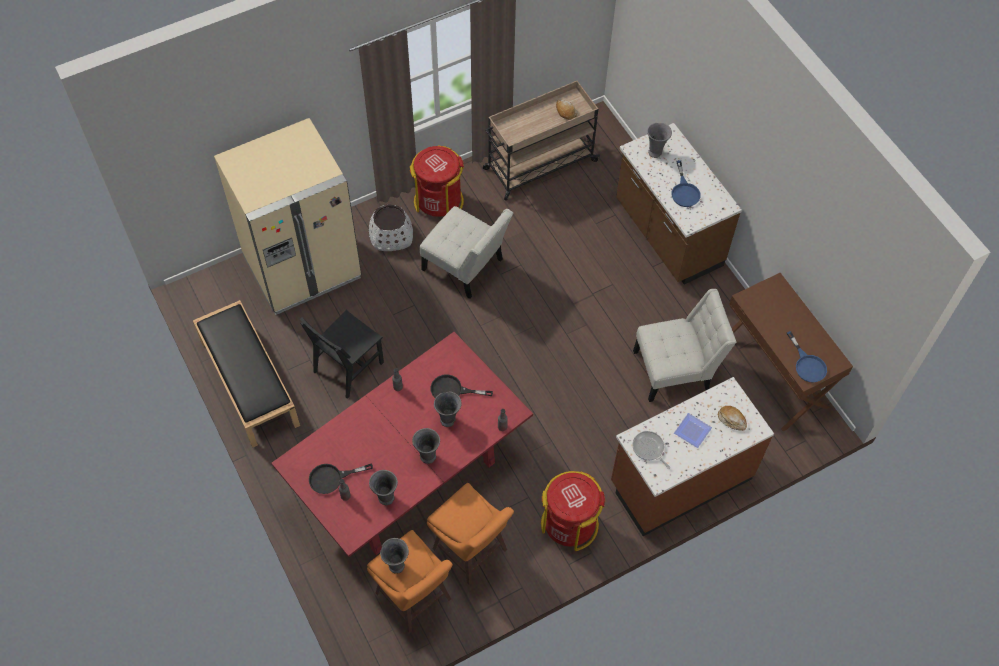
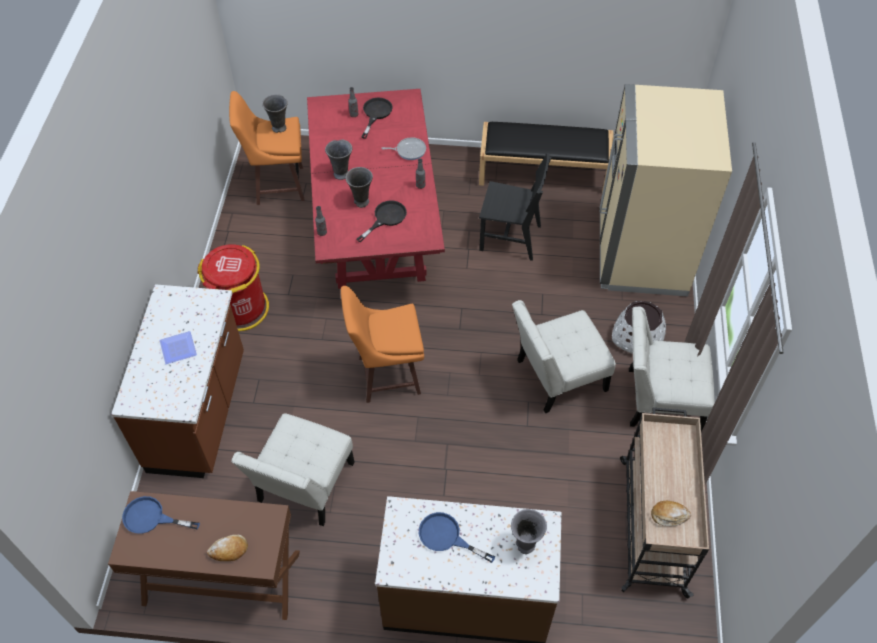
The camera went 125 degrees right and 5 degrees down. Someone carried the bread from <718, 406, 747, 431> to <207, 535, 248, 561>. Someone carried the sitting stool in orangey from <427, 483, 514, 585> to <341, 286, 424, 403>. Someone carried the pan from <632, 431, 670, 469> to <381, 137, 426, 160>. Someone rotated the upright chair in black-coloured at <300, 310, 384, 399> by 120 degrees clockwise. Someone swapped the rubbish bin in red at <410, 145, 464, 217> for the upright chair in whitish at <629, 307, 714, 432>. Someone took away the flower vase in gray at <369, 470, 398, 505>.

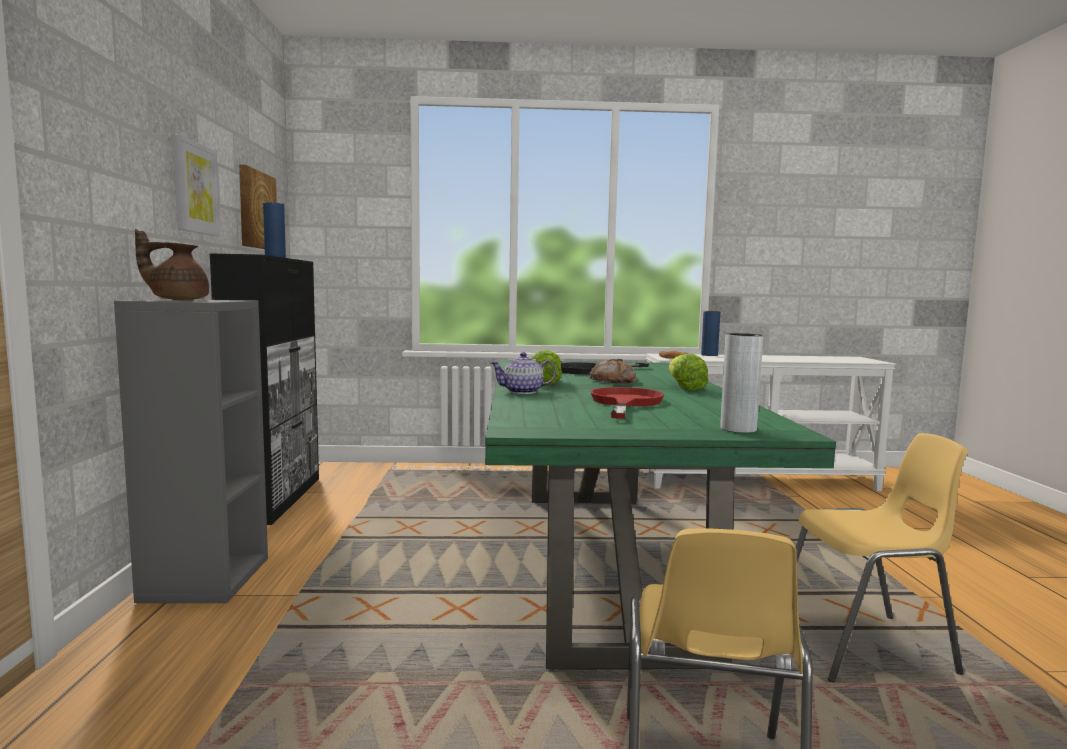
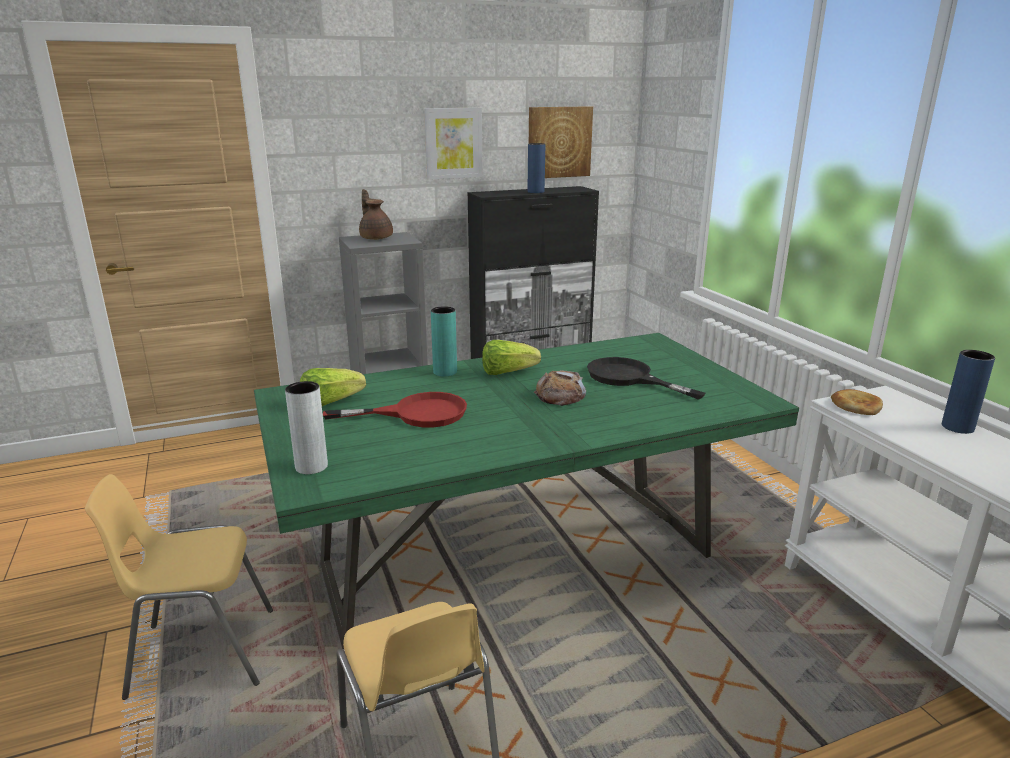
The camera went 70 degrees right and 15 degrees up. Someone carried the lettuce from <669, 354, 708, 390> to <300, 368, 366, 406>. Someone swapped the tea pot at <490, 352, 556, 394> for the flower vase in blue-green at <431, 306, 457, 376>.

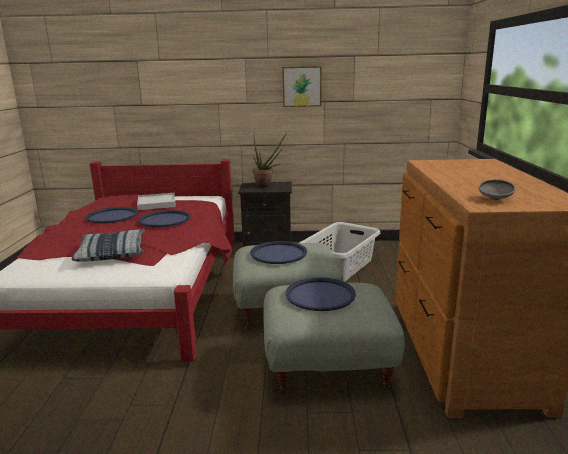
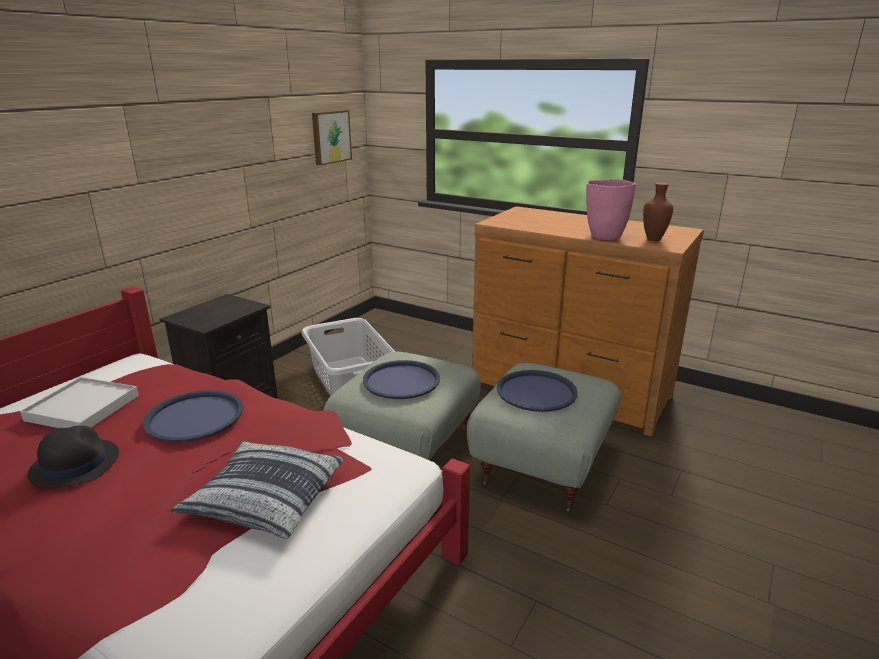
The camera went 60 degrees left and 5 degrees up. Someone swapped the serving tray in blue at <86, 207, 138, 223> for the clothing hat in black-coloured at <27, 426, 119, 488>. Someone carried the picture from <282, 66, 322, 107> to <312, 110, 352, 165>. Someone put down the flower vase in pinkish at <586, 179, 636, 240>. Someone swapped the deep dish in gray at <479, 179, 516, 200> for the flower vase in brown at <643, 183, 673, 241>. Someone took away the houseplant at <252, 134, 286, 188>.

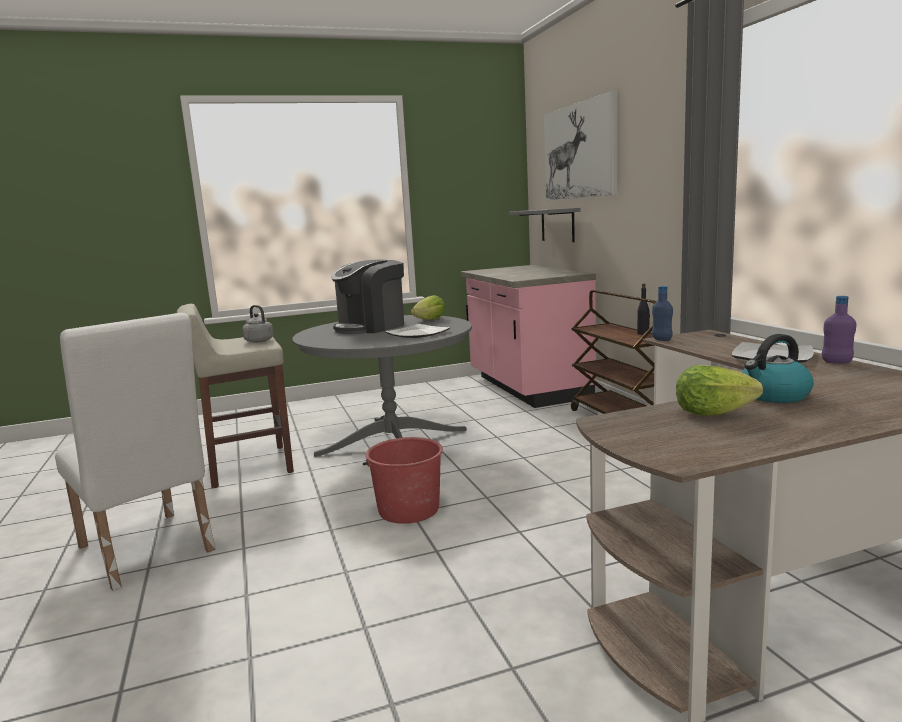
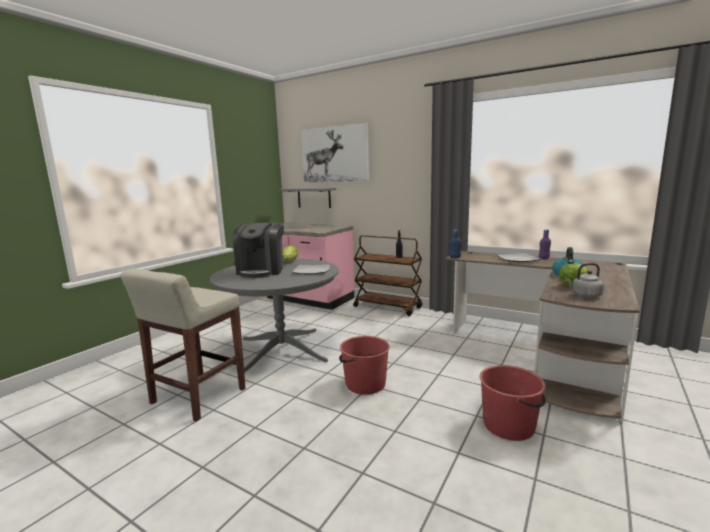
The camera went 40 degrees left and 0 degrees up. Someone put down the bucket in red at <480, 365, 546, 441>. Someone carried the kettle in gray from <242, 305, 274, 343> to <565, 263, 604, 298>. Someone took away the upright chair in whitish at <55, 313, 216, 591>.

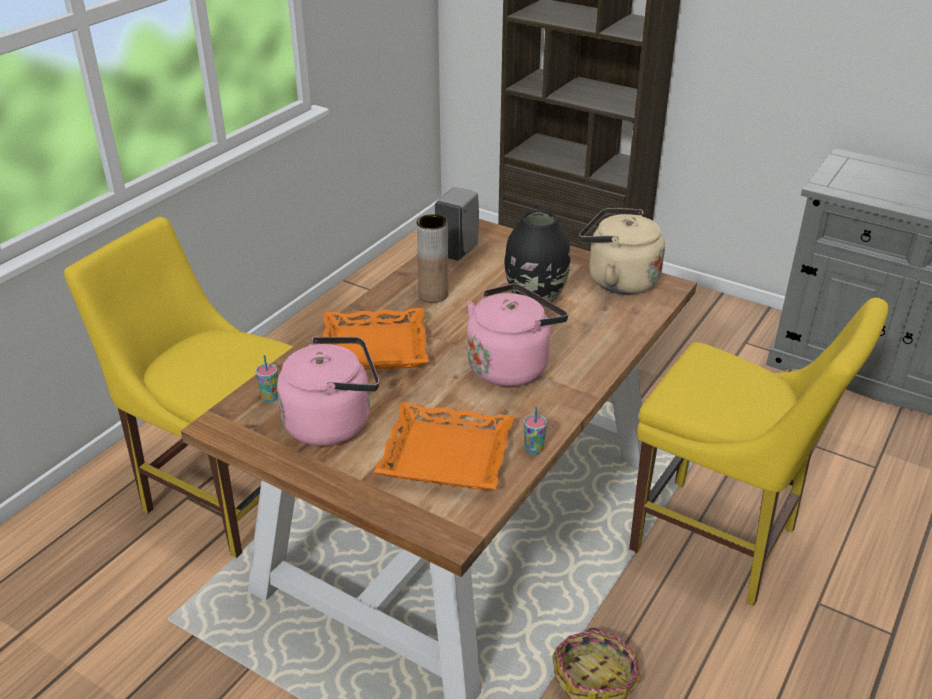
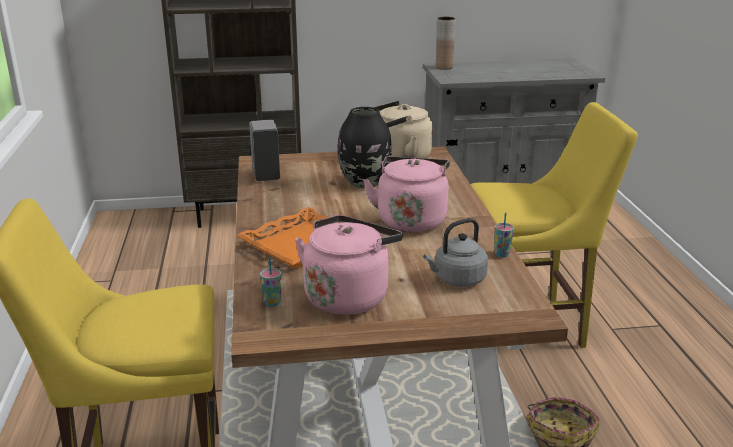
The camera went 40 degrees left and 10 degrees down. Someone swapped the serving tray in orangey at <374, 402, 514, 490> for the kettle in gray at <423, 218, 488, 287>. Someone carried the flower vase in brown from <416, 214, 448, 303> to <436, 17, 455, 70>.

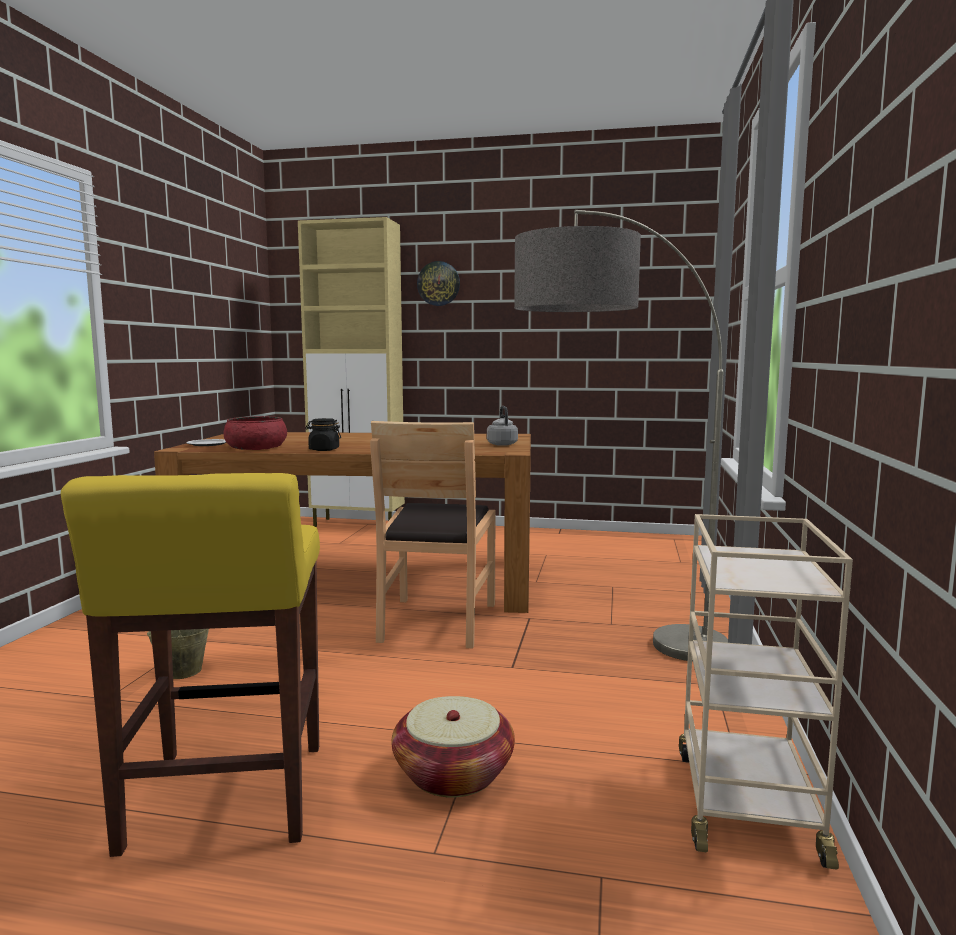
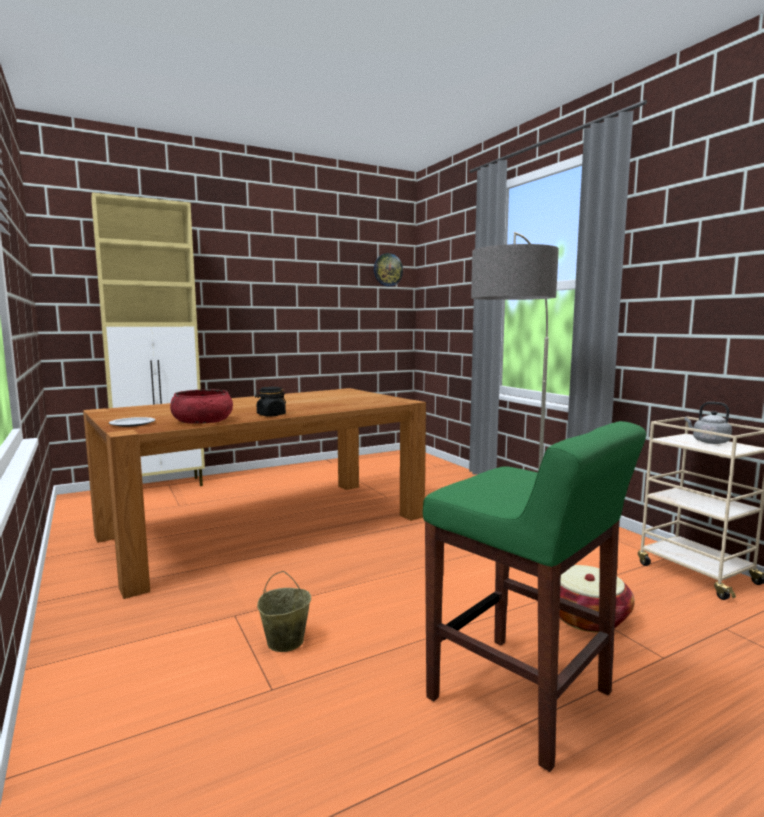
The camera went 40 degrees left and 0 degrees up. Someone carried the clock on the wall from <417, 261, 460, 306> to <374, 253, 403, 287>. Someone repainted the sitting stool in yellowish at <61, 473, 320, 857>, which became the sitting stool in green-coloured at <423, 421, 646, 772>. Someone carried the kettle in gray from <487, 406, 518, 446> to <685, 402, 732, 444>. Someone took away the upright chair in brown at <370, 421, 495, 649>.

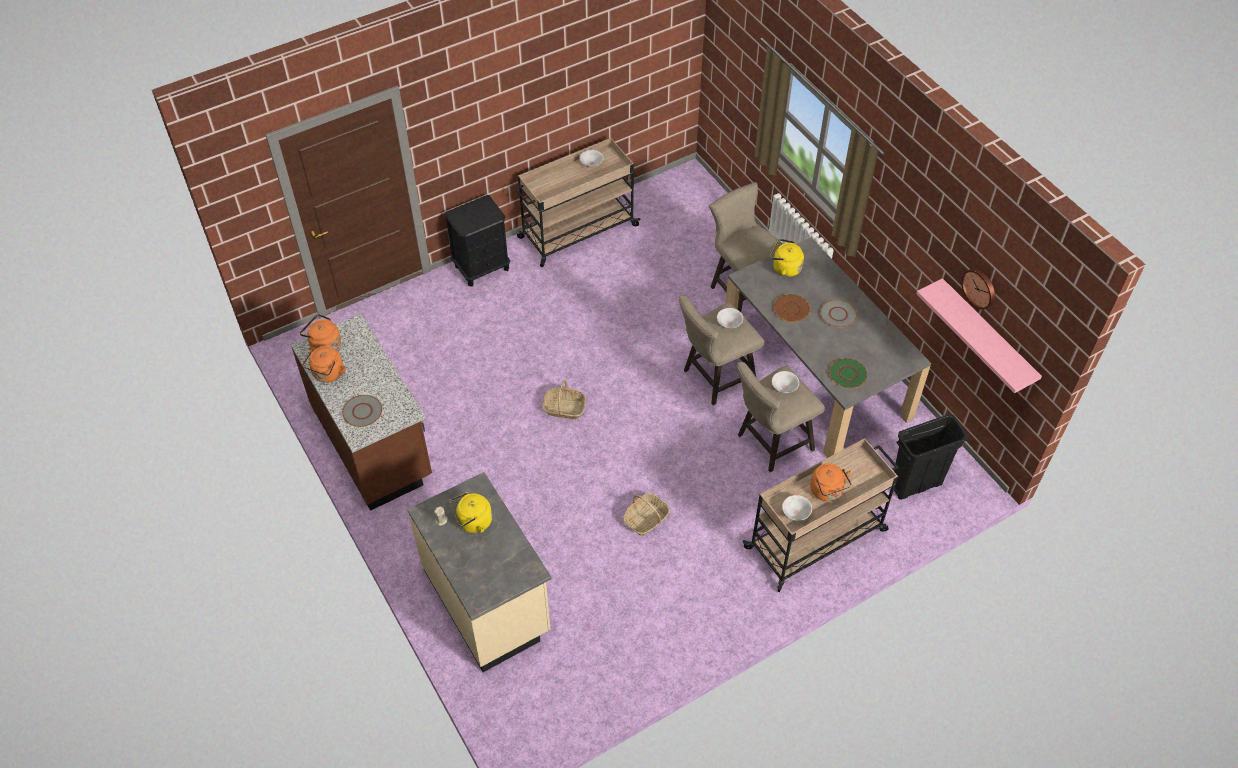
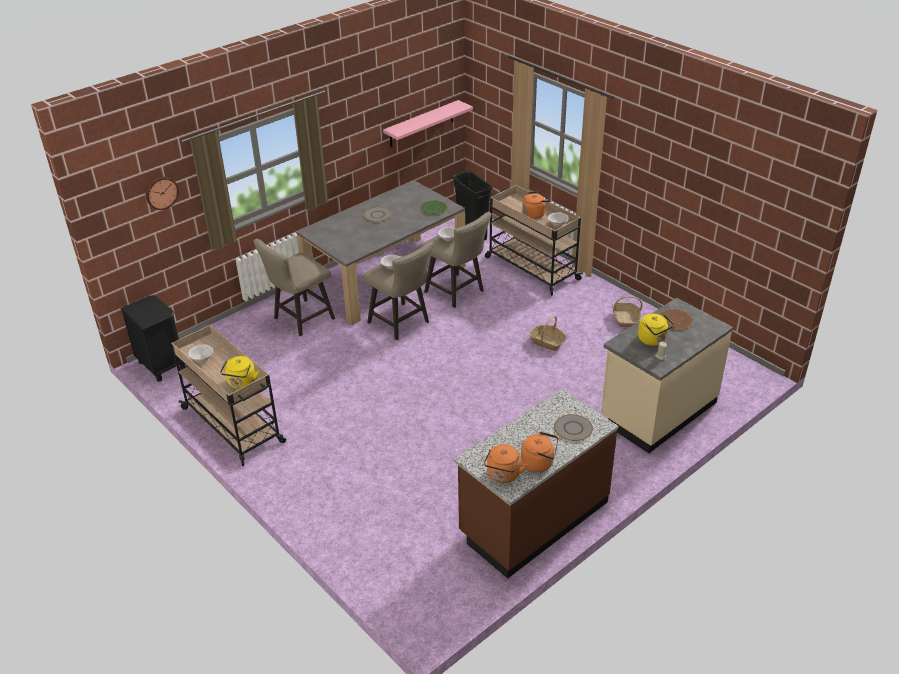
The camera went 100 degrees left and 15 degrees down. Someone carried the bedside table in black-coloured from <444, 195, 510, 287> to <121, 295, 185, 381>. Someone carried the clock on the wall from <961, 268, 995, 310> to <146, 177, 179, 210>. Someone carried the kettle in yellowish from <770, 239, 804, 277> to <220, 356, 259, 389>. Someone carried the storage basket from <542, 380, 586, 419> to <612, 296, 642, 327>. Someone carried the dinner plate in brown from <773, 294, 810, 322> to <659, 309, 693, 330>.

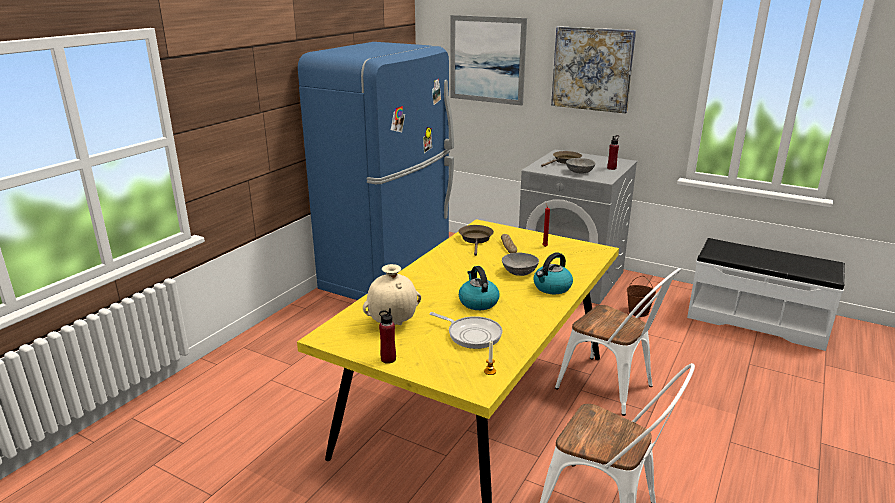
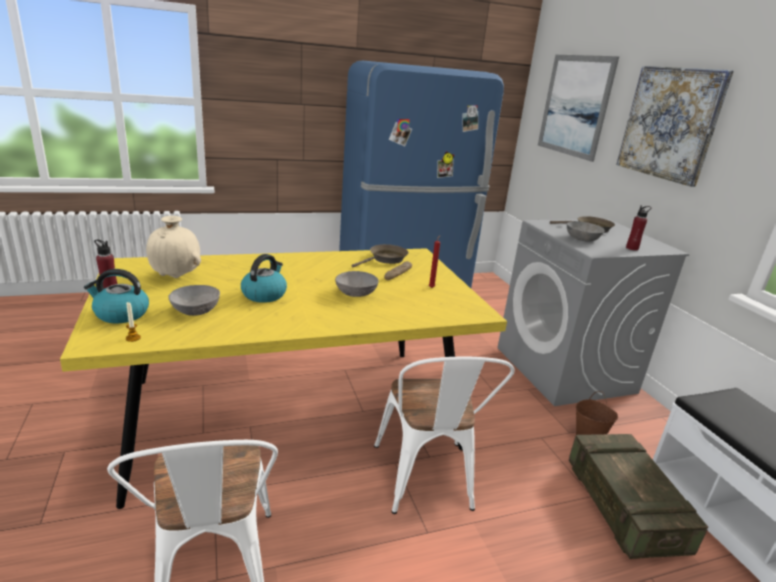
The camera went 40 degrees right and 0 degrees up. Someone carried the kettle from <534, 252, 573, 294> to <84, 269, 149, 323>. Someone swapped the pan at <430, 312, 502, 349> for the deep dish in gray at <168, 285, 220, 316>. Someone put down the packing crate at <569, 434, 708, 559>.

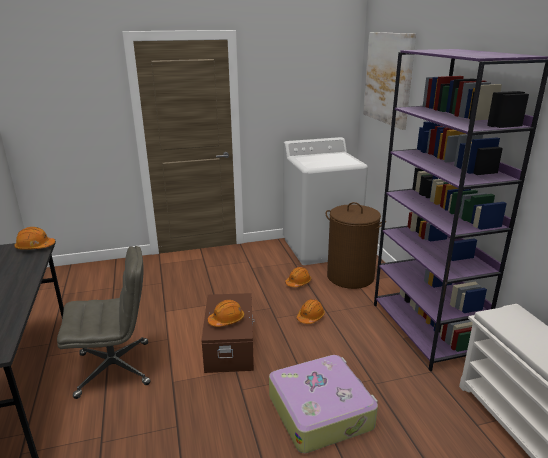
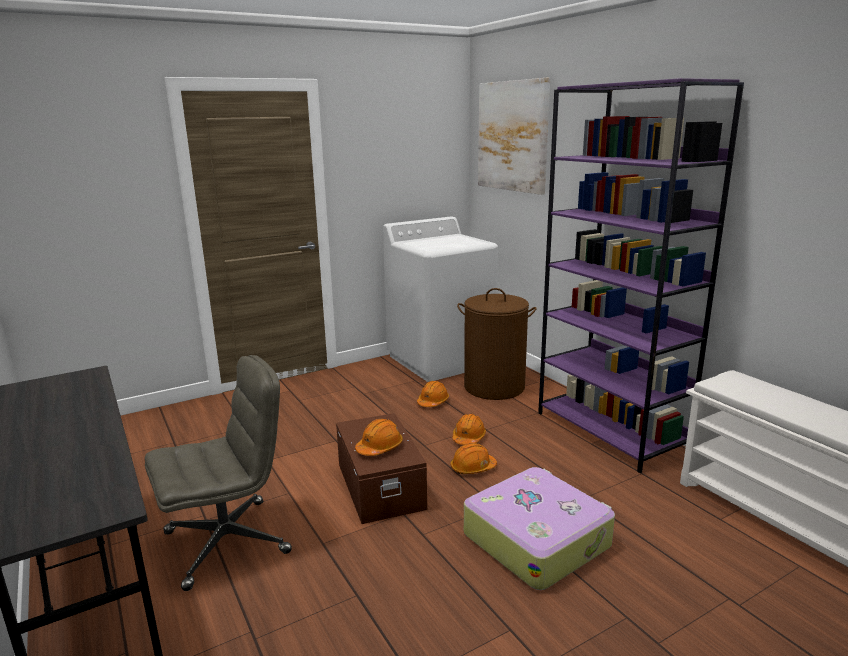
The camera went 15 degrees left and 5 degrees down. Someone carried the work helmet in orangey from <14, 227, 55, 250> to <450, 443, 497, 474>.

